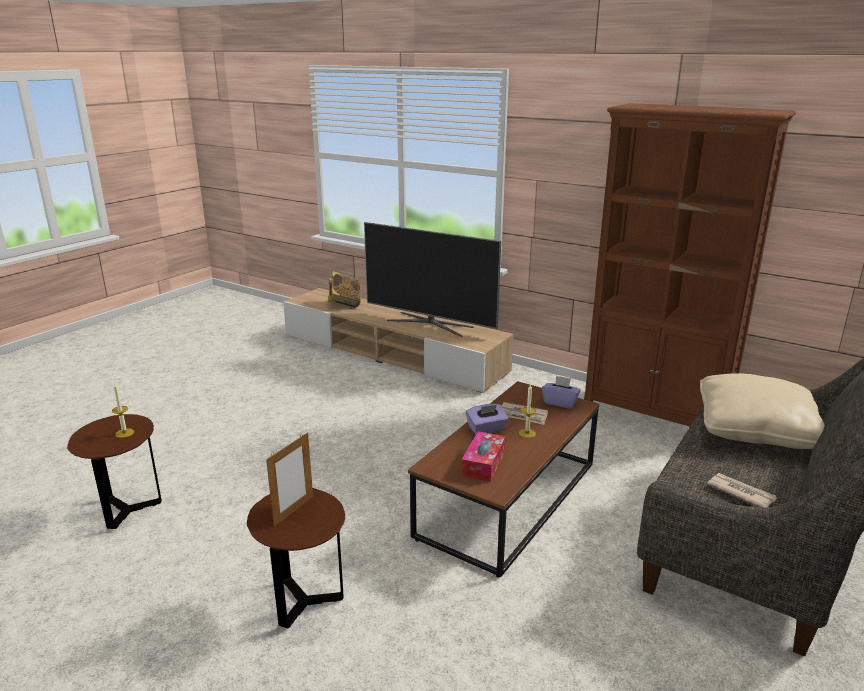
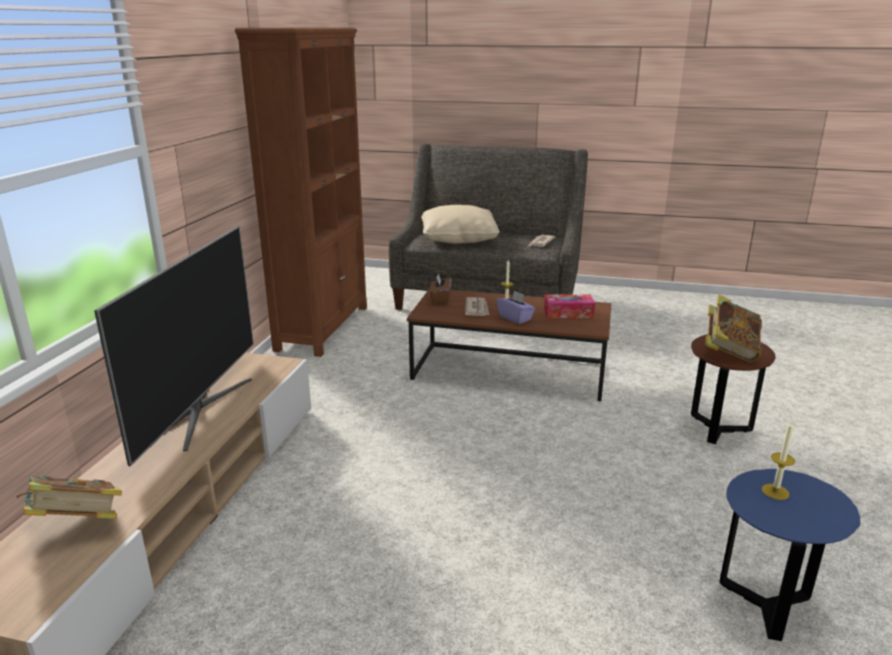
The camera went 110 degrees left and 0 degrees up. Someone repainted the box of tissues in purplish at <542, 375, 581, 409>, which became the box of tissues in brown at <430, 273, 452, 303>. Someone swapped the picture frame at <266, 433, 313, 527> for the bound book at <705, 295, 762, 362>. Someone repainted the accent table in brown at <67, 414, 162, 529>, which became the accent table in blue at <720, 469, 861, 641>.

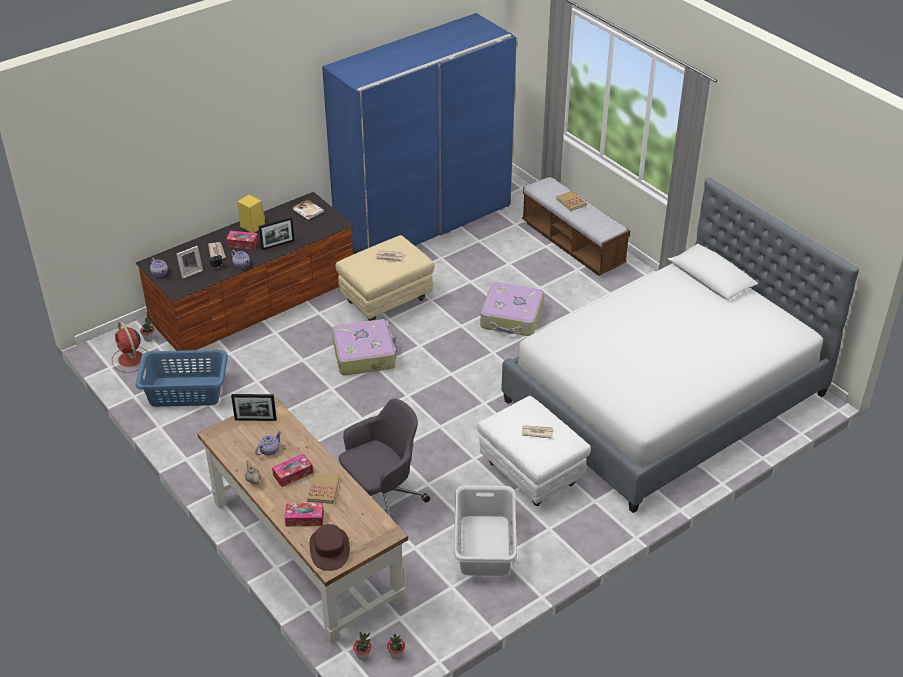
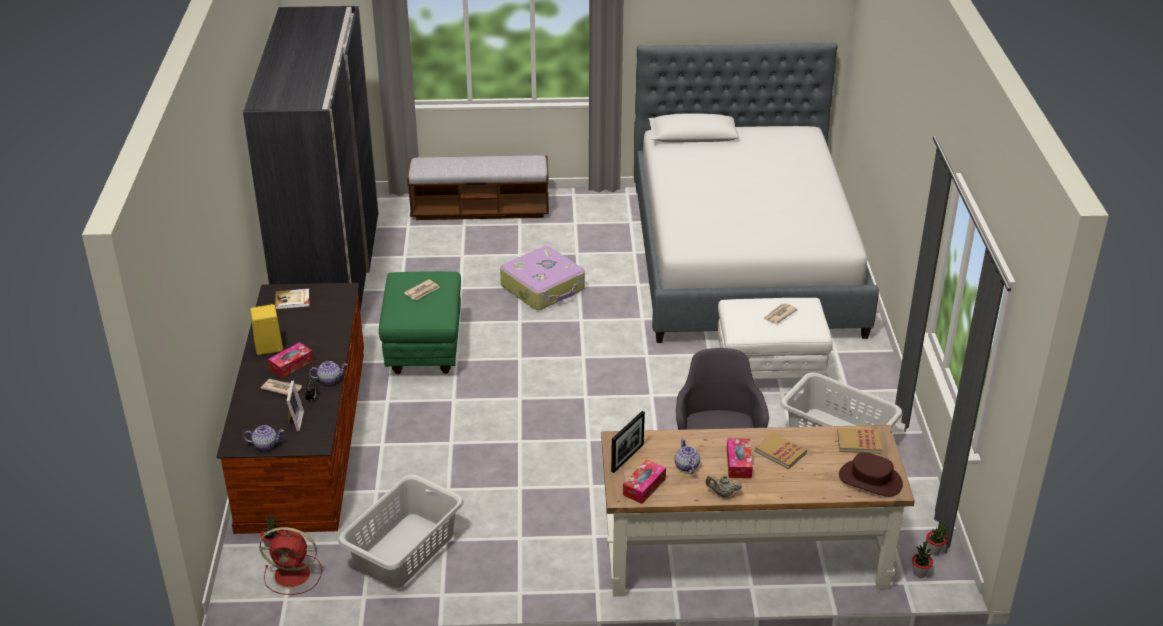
The camera went 55 degrees left and 5 degrees down. Someone repainted the clothes cupboard in blue at <322, 13, 517, 254>, which became the clothes cupboard in gray at <243, 6, 379, 310>. Someone repainted the washing basket in blue at <136, 350, 228, 407>, which became the washing basket in gray at <338, 475, 464, 588>. Someone repainted the pouffe in beige at <335, 235, 435, 321>, which became the pouffe in green-coloured at <379, 271, 461, 374>. Someone carried the box of tissues from <285, 503, 324, 526> to <623, 459, 666, 504>. Someone carried the bound book from <556, 191, 587, 211> to <837, 428, 881, 454>. Someone took away the picture frame at <259, 217, 295, 250>. Someone took away the suitcase at <332, 319, 398, 375>.

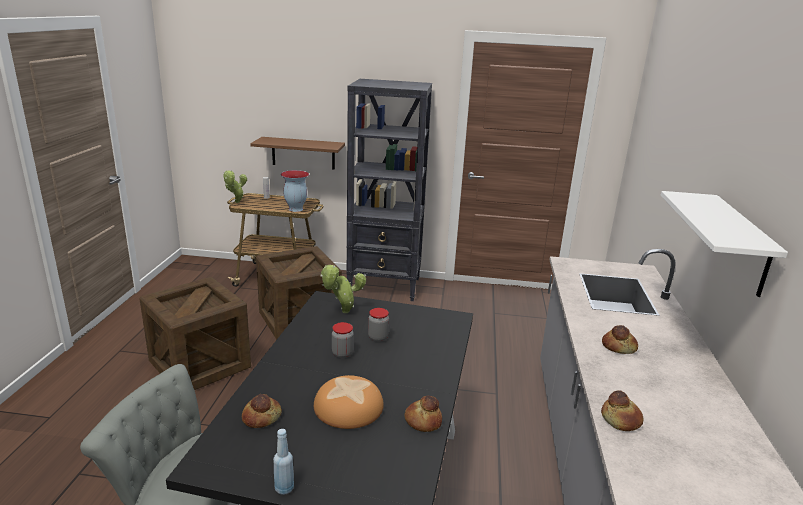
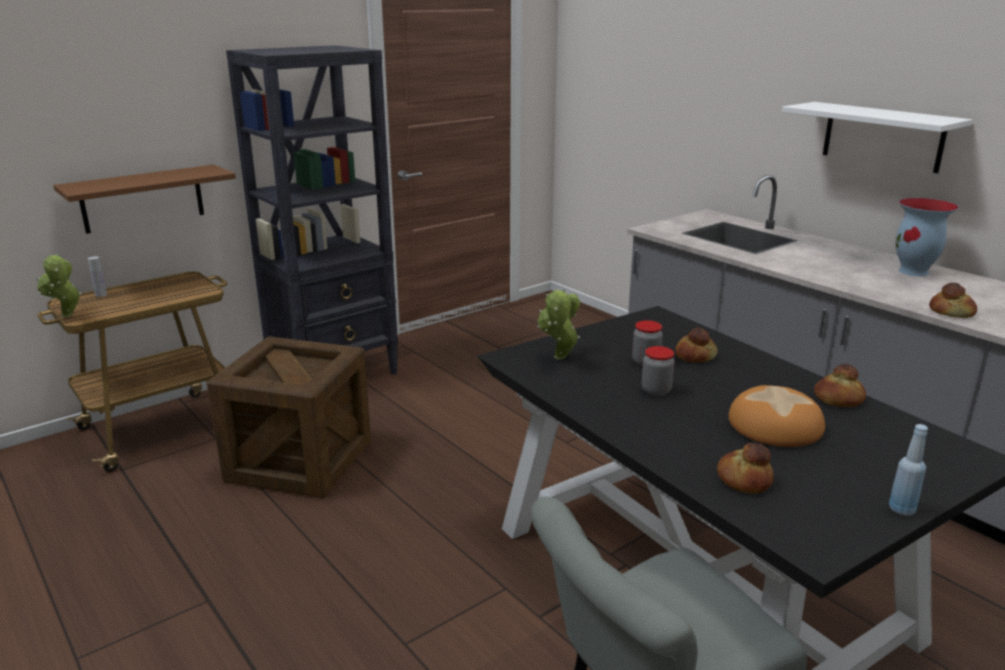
The camera went 45 degrees left and 0 degrees up. Someone carried the bread from <602, 325, 638, 354> to <675, 327, 718, 363>. Someone carried the flower vase from <281, 170, 309, 212> to <896, 198, 959, 276>. Someone took away the packing crate at <139, 277, 251, 390>.

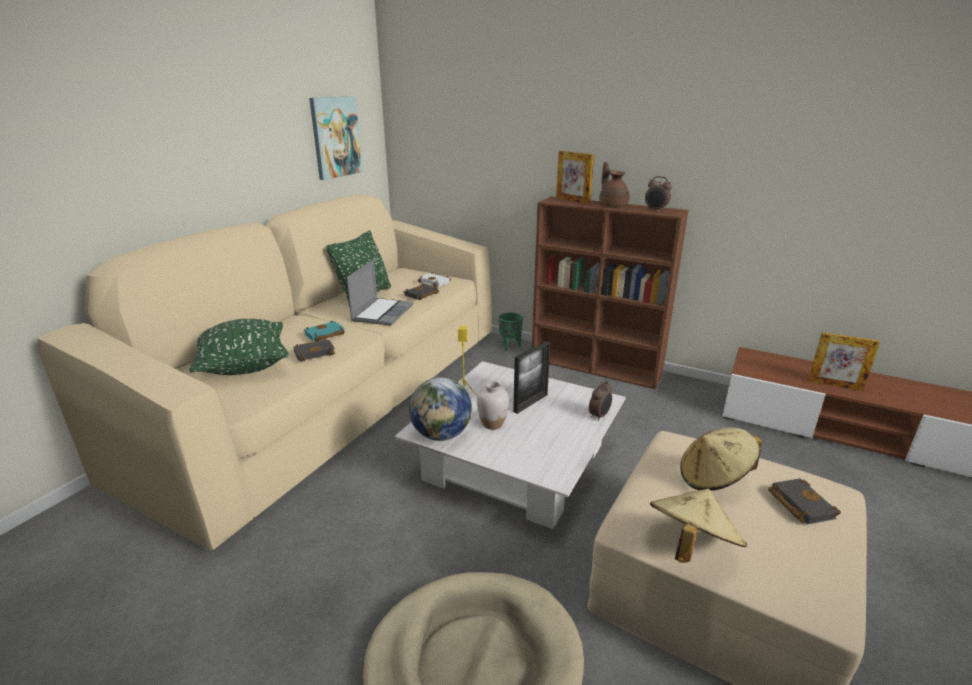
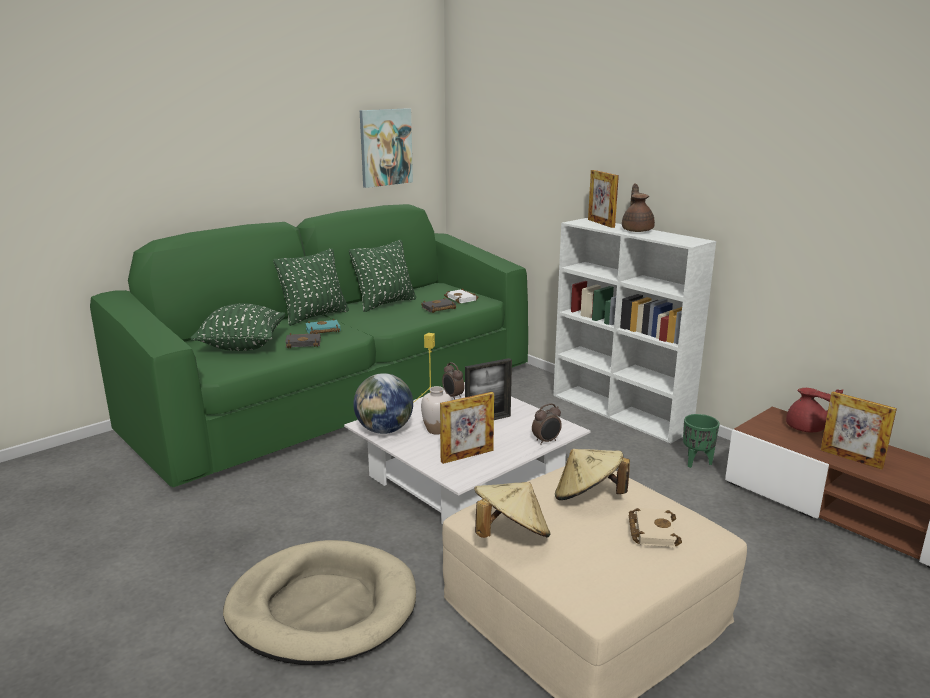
The camera went 20 degrees right and 5 degrees down. Someone repainted the settee in beige at <38, 194, 492, 550>, which became the settee in green-coloured at <90, 204, 528, 487>. Someone put down the cushion in green-coloured at <273, 248, 349, 326>. Someone put down the picture frame at <440, 392, 494, 464>. Someone carried the table clock from <645, 176, 672, 212> to <442, 362, 464, 400>. Someone repainted the bookcase in brown at <532, 197, 689, 389>, which became the bookcase in whitish at <553, 218, 716, 444>. Someone repainted the bound book in black-coloured at <768, 478, 841, 524>, which became the bound book in beige at <629, 508, 682, 547>. Someone carried the flower pot in green-coloured from <499, 312, 523, 351> to <683, 414, 719, 468>. Someone put down the tea pot in red at <786, 388, 843, 432>. Someone took away the laptop at <346, 260, 414, 326>.

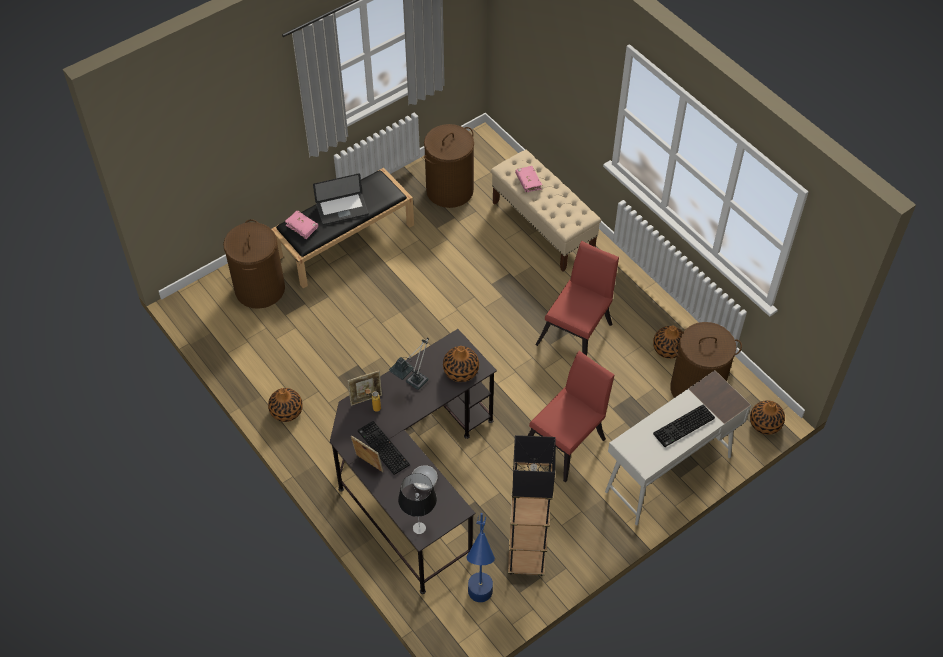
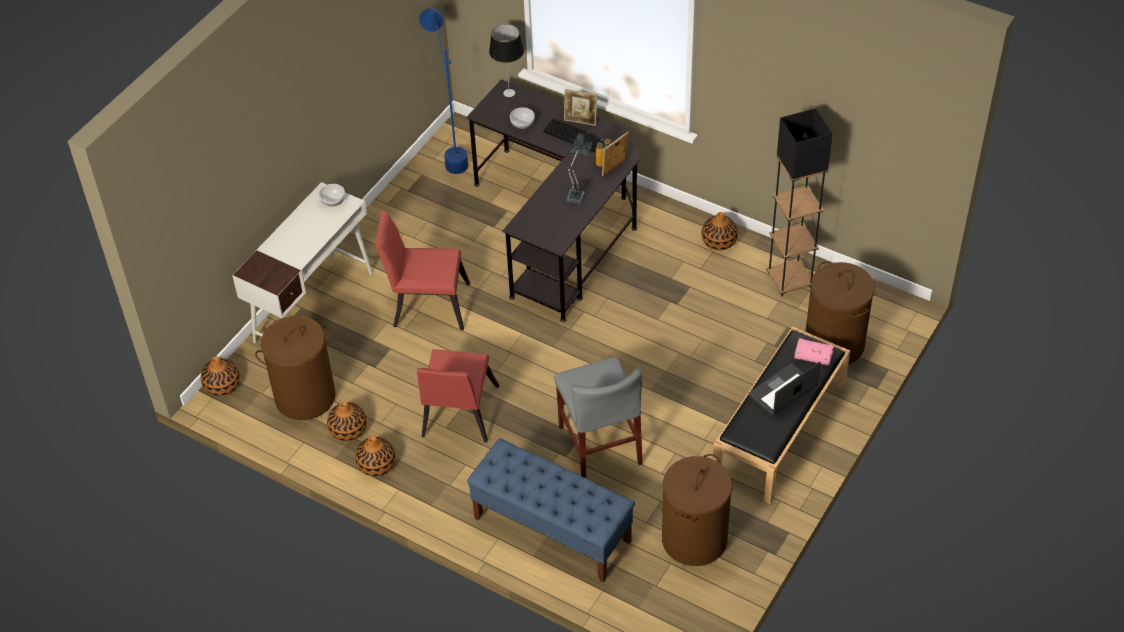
The camera went 160 degrees right and 5 degrees down. Someone put down the deep dish at <319, 184, 345, 206>. Someone carried the flower vase from <443, 346, 479, 382> to <355, 436, 396, 476>. Someone rotated the upright chair in red at <528, 350, 615, 482> by 75 degrees clockwise. Someone repainted the bench in beige at <491, 150, 601, 272>, which became the bench in blue at <467, 438, 635, 582>. Someone put down the upright chair in gray at <554, 357, 643, 478>. Someone carried the standing lamp in black-coloured from <508, 435, 556, 576> to <766, 108, 833, 296>. Someone took away the bound book in pinkish at <515, 166, 542, 192>. Someone took away the computer keyboard at <653, 405, 715, 447>.

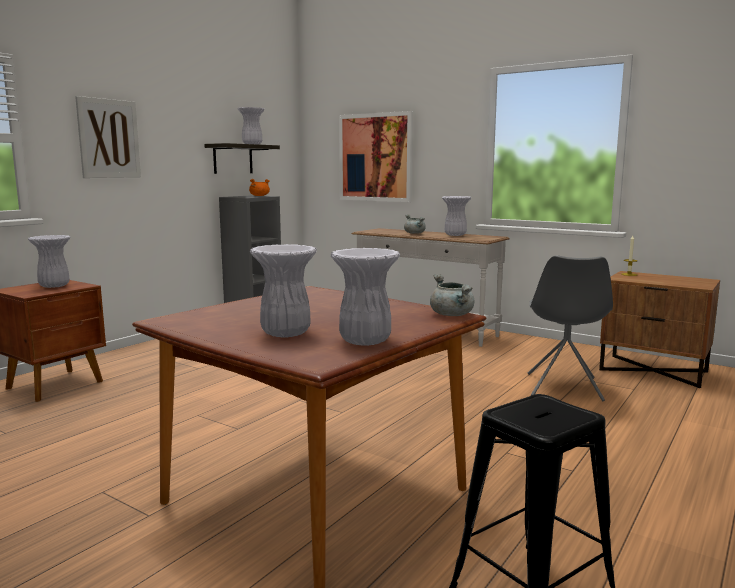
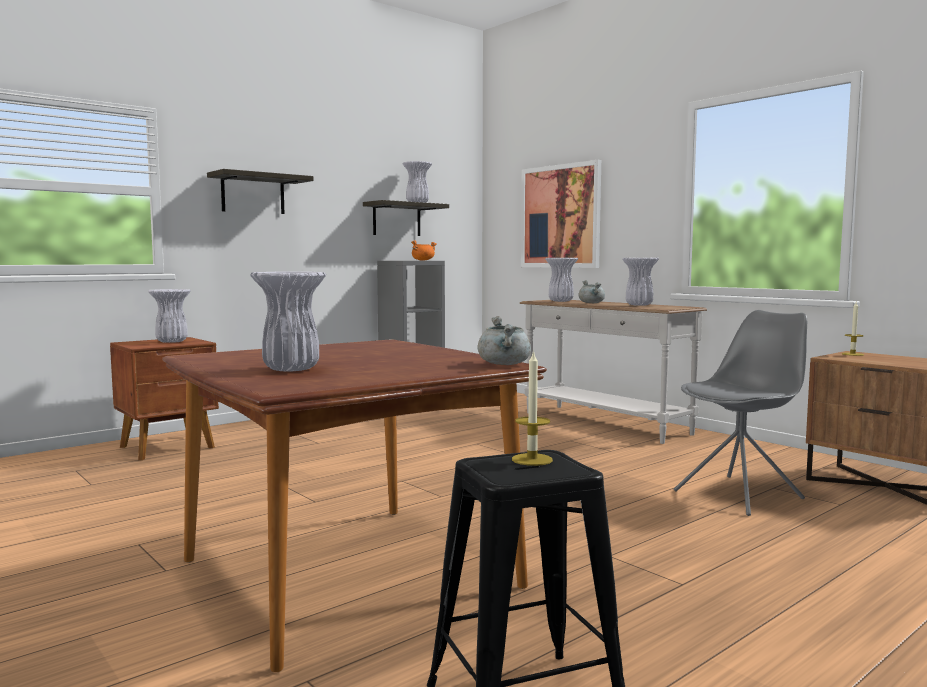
The camera went 15 degrees right and 5 degrees down. Someone swapped the picture at <75, 96, 141, 178> for the wall shelf at <207, 169, 314, 214>. Someone put down the candle at <512, 350, 553, 466>. Someone carried the flower vase in whitish from <330, 248, 400, 346> to <545, 258, 578, 302>. Someone rotated the upright chair in gray at <528, 255, 613, 401> by 150 degrees counterclockwise.

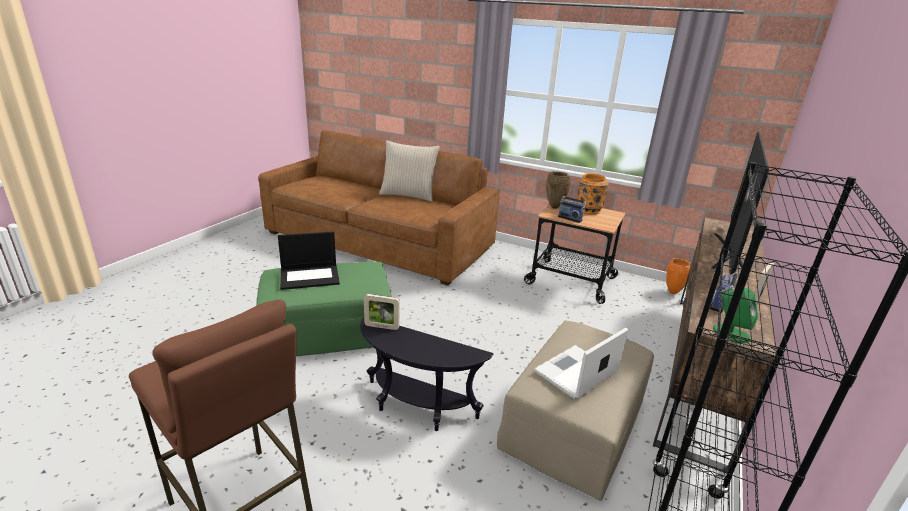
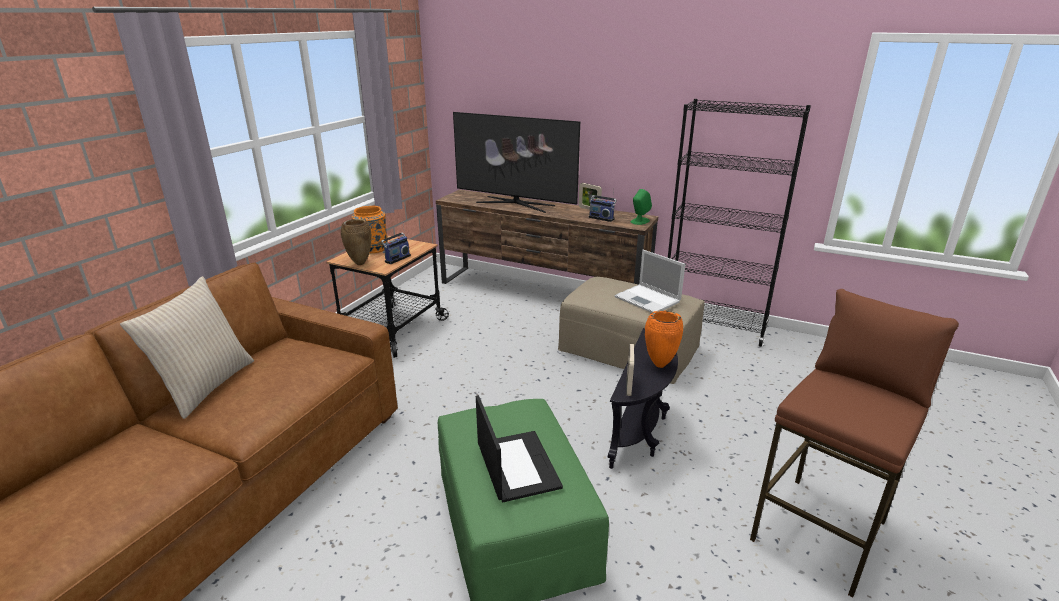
The camera went 90 degrees left and 0 degrees up. Someone carried the flower vase in orangey from <666, 258, 691, 294> to <645, 310, 683, 368>.

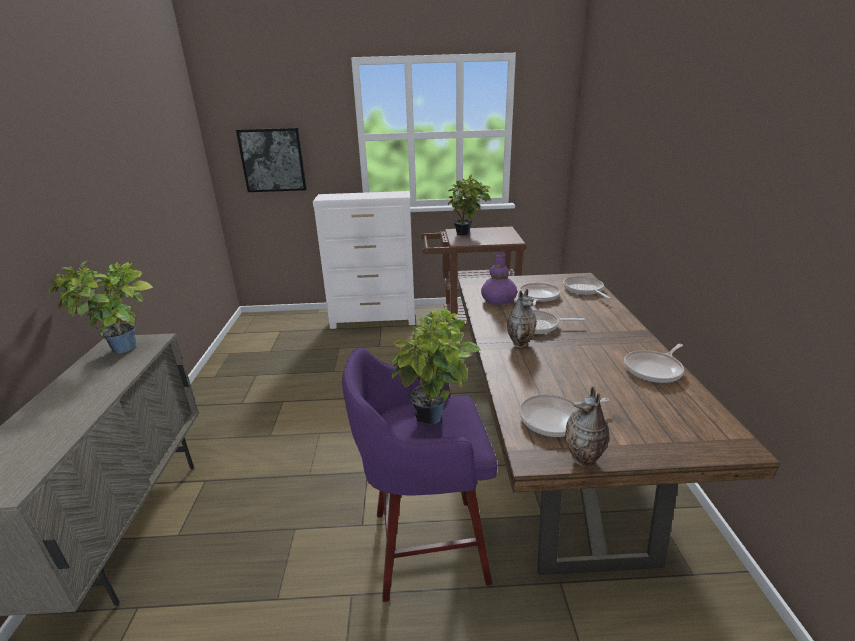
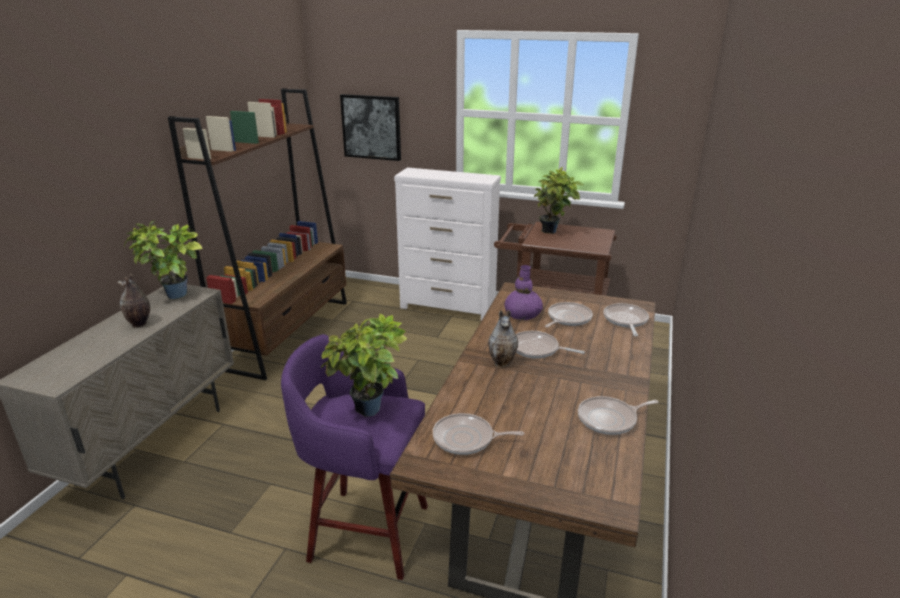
The camera went 20 degrees right and 0 degrees up. Someone carried the flower vase from <565, 386, 609, 467> to <118, 273, 150, 328>. Someone put down the bookcase in brown at <168, 88, 347, 380>.

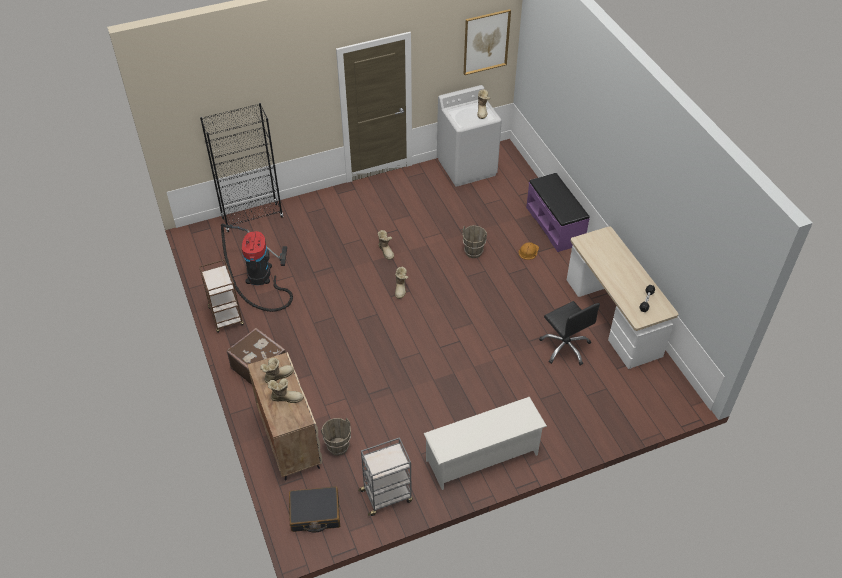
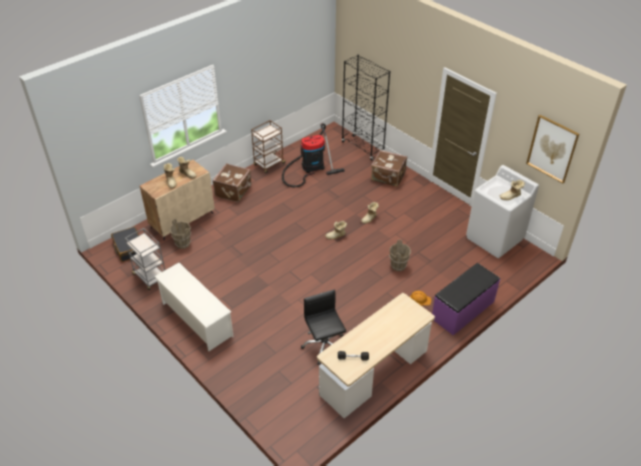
The camera went 70 degrees right and 5 degrees down. Someone rotated the computer chair in black-coloured at <539, 301, 600, 366> by 120 degrees clockwise. Someone put down the suitcase in brown at <371, 150, 407, 187>.

